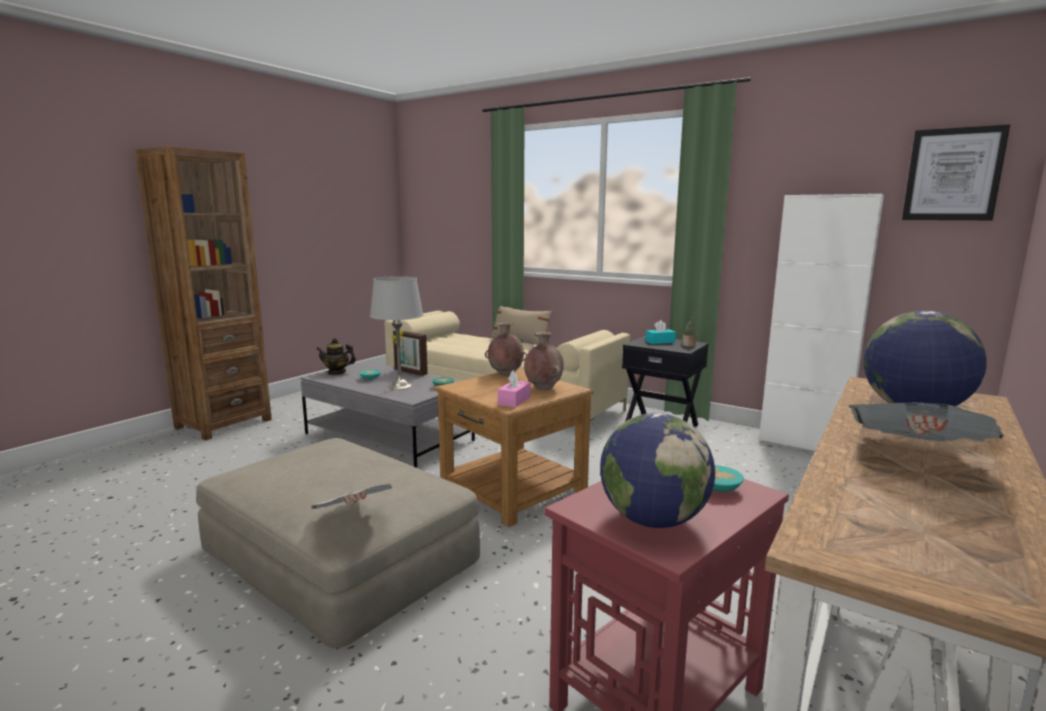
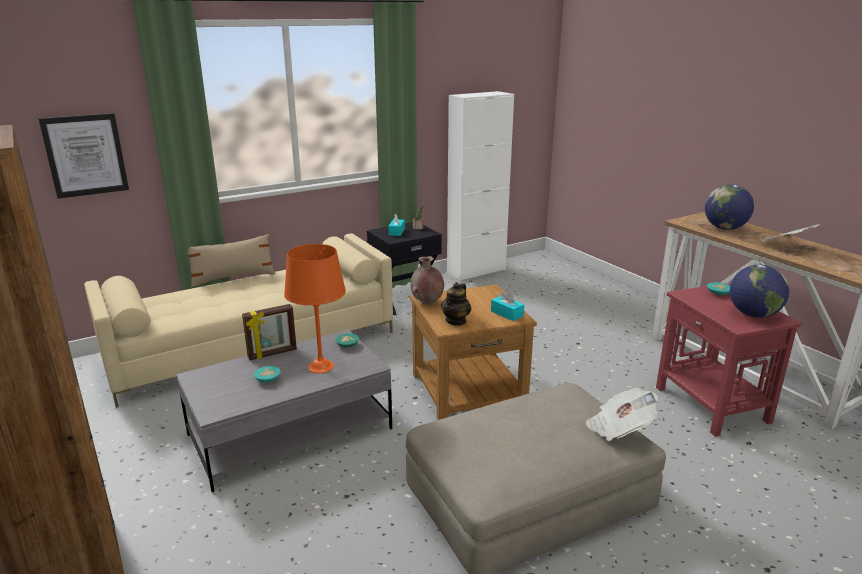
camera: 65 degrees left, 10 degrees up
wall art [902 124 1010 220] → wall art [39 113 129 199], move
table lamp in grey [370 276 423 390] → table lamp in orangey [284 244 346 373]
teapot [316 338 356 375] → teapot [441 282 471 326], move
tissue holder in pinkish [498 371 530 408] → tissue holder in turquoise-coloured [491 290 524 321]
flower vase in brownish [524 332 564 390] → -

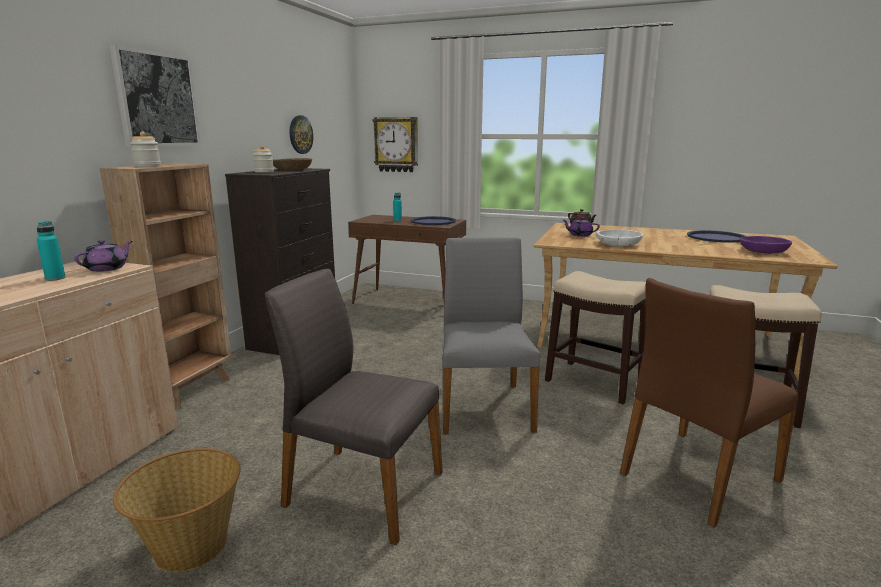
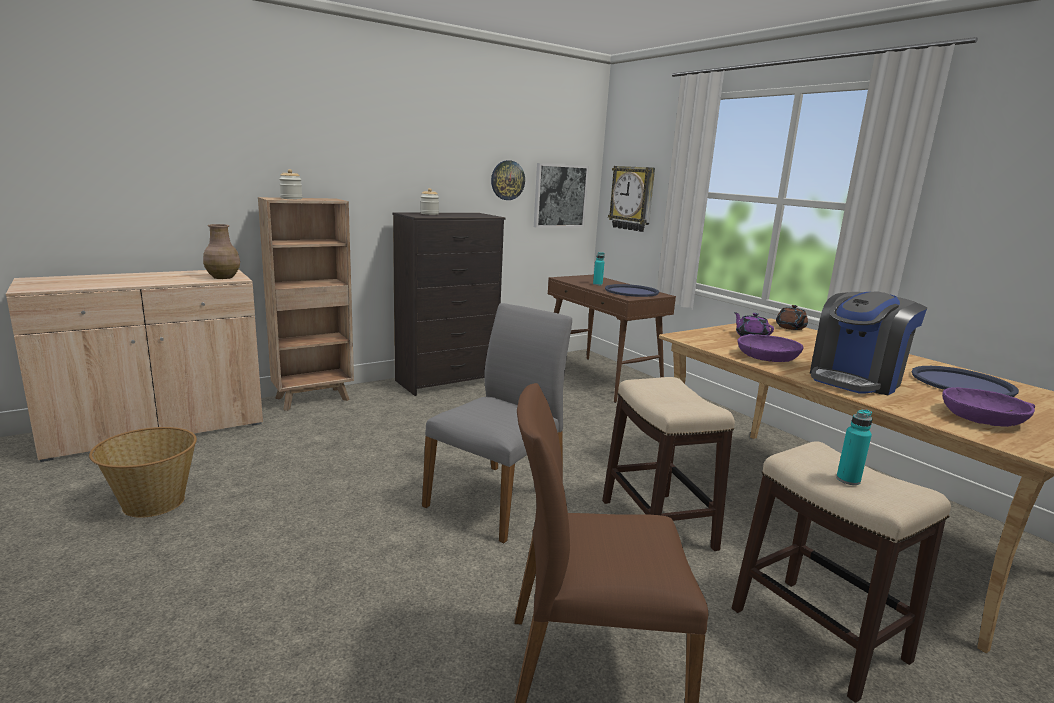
camera: 35 degrees right, 0 degrees up
teapot in purple-coloured [74 240 132 272] → flower vase in brownish [203 224 240 279]
wall art [109 45 201 147] → wall art [534 163 589 228], move
deep dish in white [596 229 643 246] → deep dish in purple-coloured [738 334 804 362]
- → coffee maker [810 291 928 395]
bottle in turquoise-coloured [37 221 66 281] → bottle in turquoise-coloured [836 409 872 485], move
plain chair in grey [265 269 443 545] → -
deep dish in brownish [273 158 312 170] → -

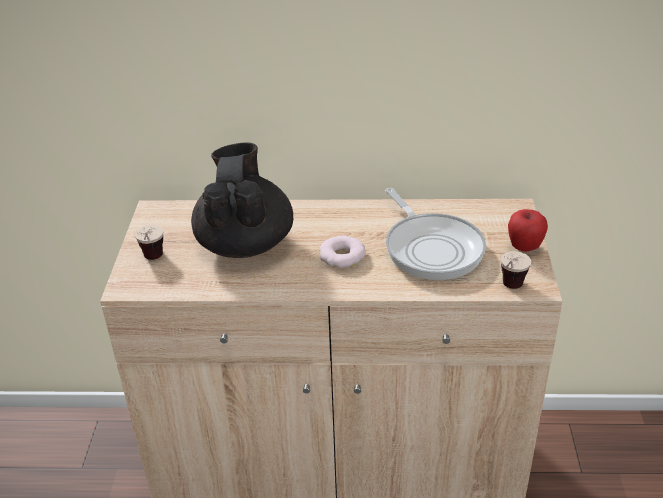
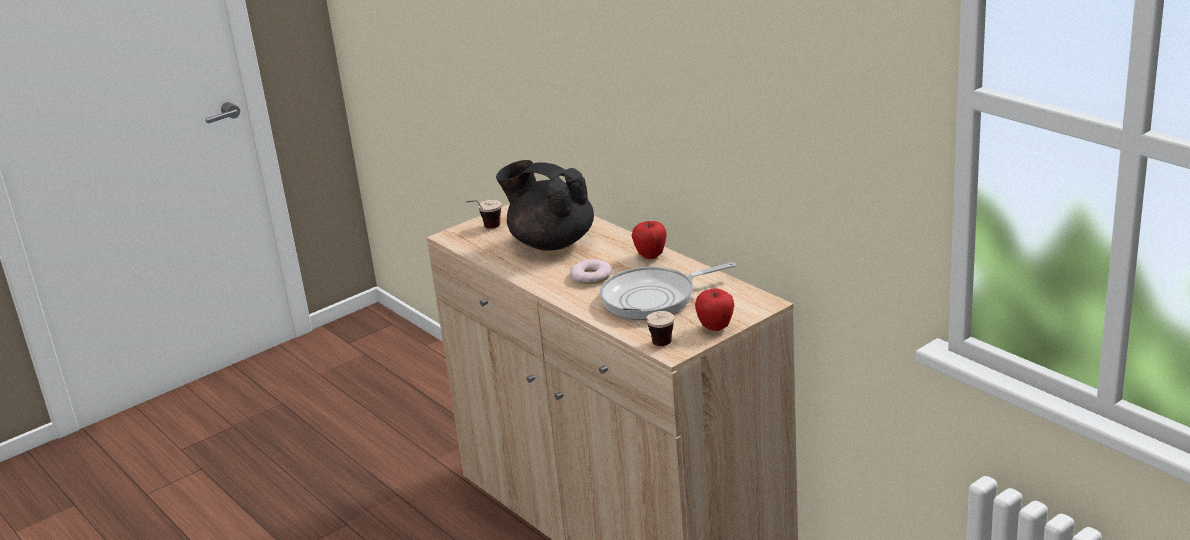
camera: 50 degrees right, 10 degrees down
teapot in black [191 142 293 258] → teapot in black [496 160 594 251], 105 degrees counterclockwise
pan [385 188 486 280] → pan [600 262 736 320], 45 degrees clockwise
- → apple [632 221 667 259]

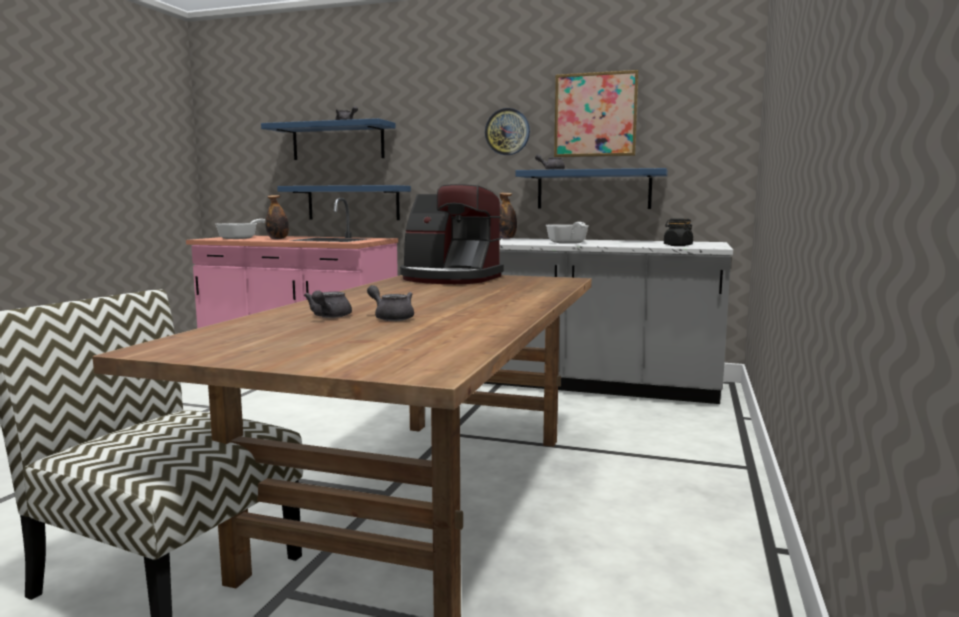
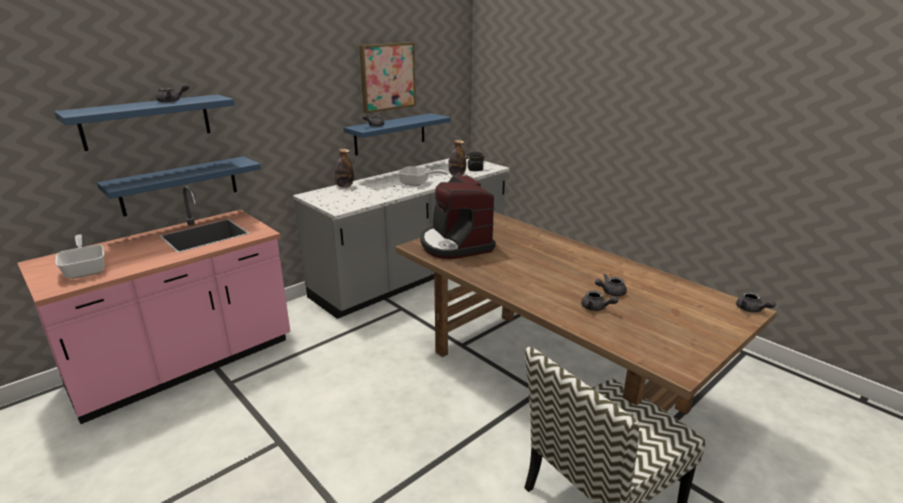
camera: 60 degrees left, 15 degrees up
coffee maker [400 184 504 284] → coffee maker [420 175 496 259], 105 degrees clockwise
bottle [265 195 289 239] → bottle [448 140 466 176], move
- → teapot in grey [736 292 776 312]
hanging clock [485 108 530 155] → -

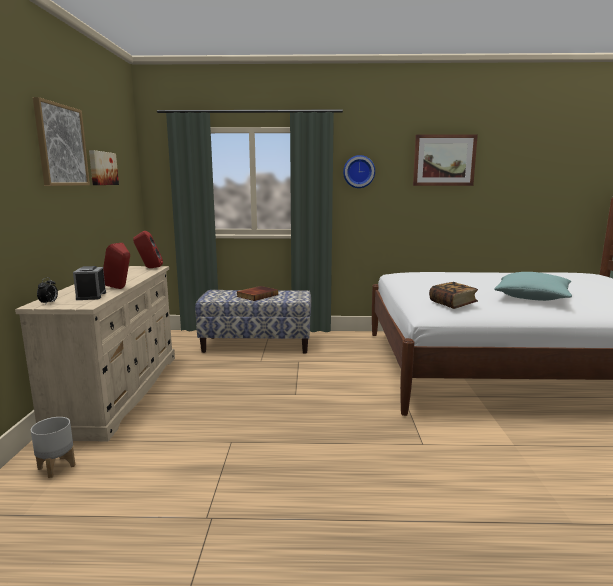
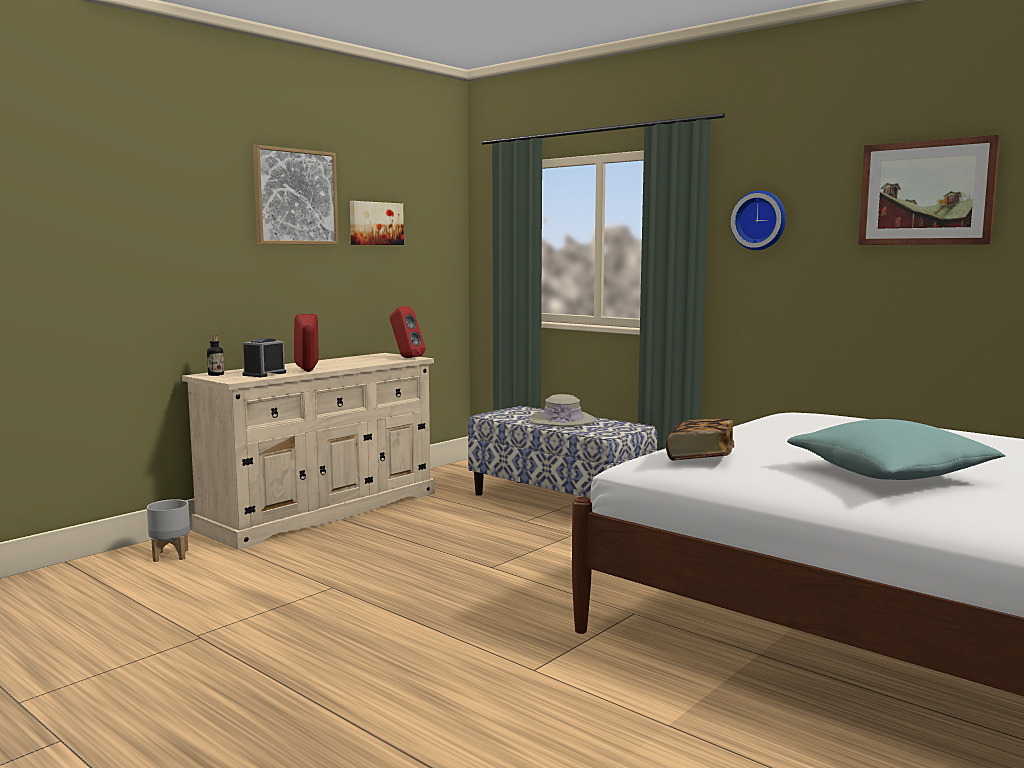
camera: 40 degrees right, 5 degrees down
alarm clock [37 277 58 305] → bottle [207 335 224 376]
volume [236 286 278 301] → hat in sand-coloured [529 394 596 426]

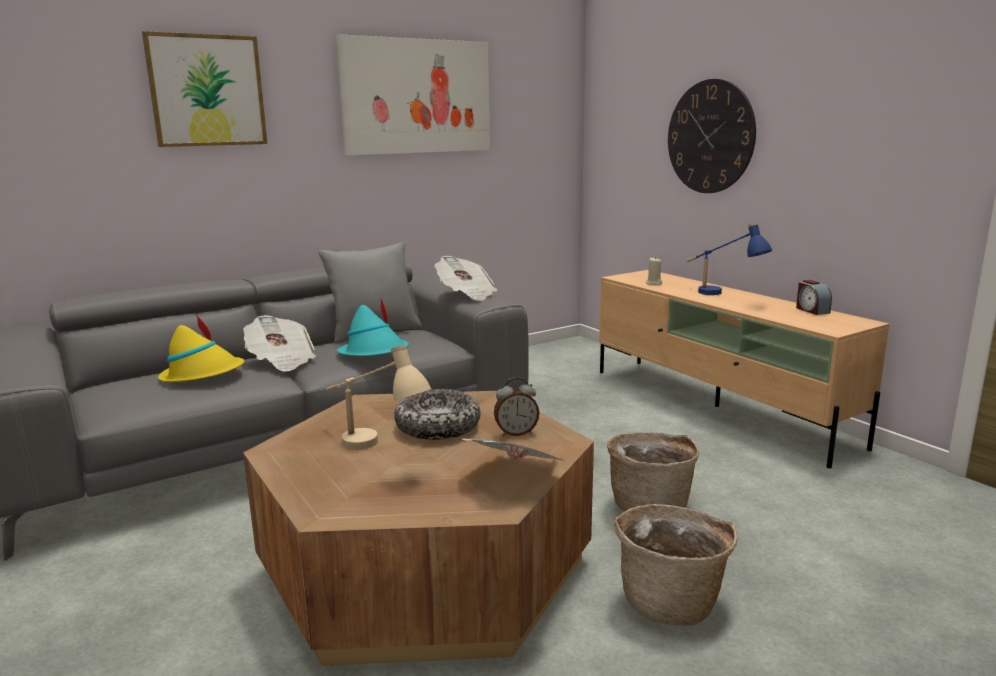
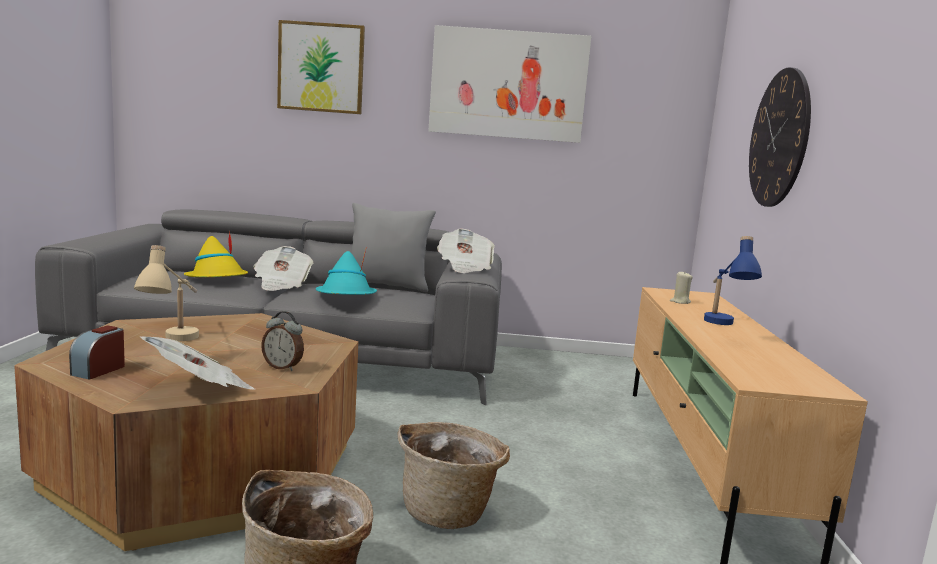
camera: 35 degrees right, 5 degrees down
alarm clock [796 280 832 315] → alarm clock [69 325 125 380], move
deep dish [394 389 481 440] → -

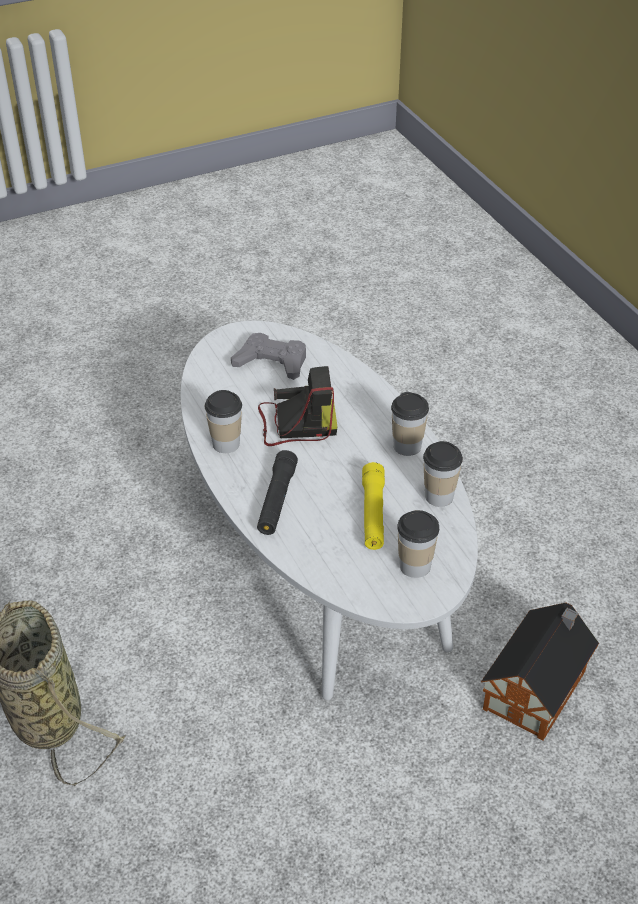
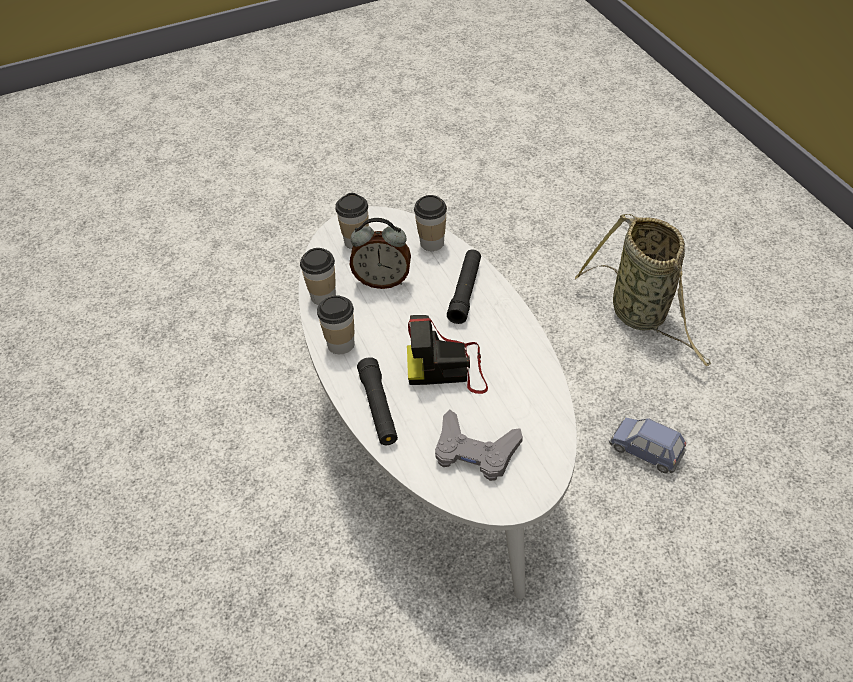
camera: 175 degrees left, 5 degrees up
flashlight in yellow-coloured [362 462 385 550] → alarm clock [350 218 411 289]
- → flashlight in black [357 357 398 445]
small cup [205 390 242 453] → small cup [414 195 447 251], move
- → miniature car in blue-coloured [609 418 687 473]
miniature house [481 603 599 740] → -

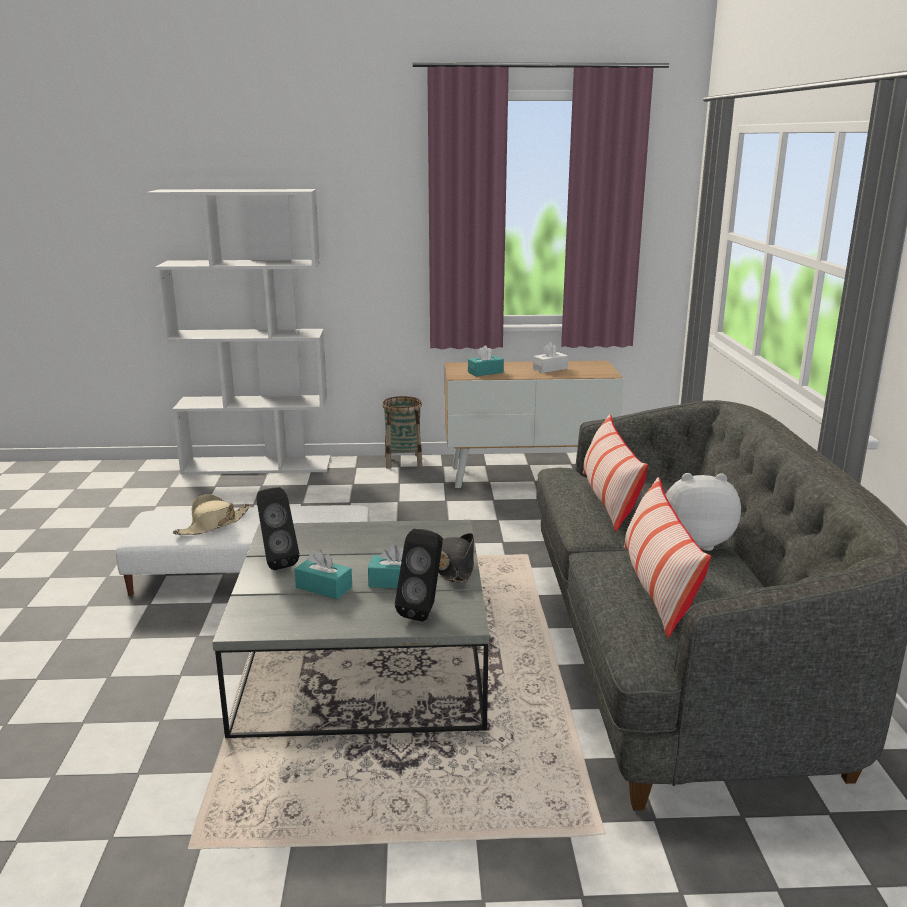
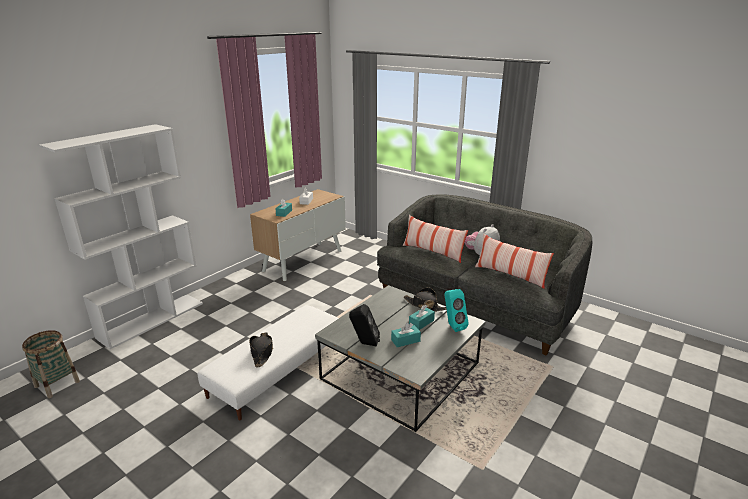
camera: 50 degrees left, 5 degrees up
household basket [382 396 423 469] → household basket [22 330 80 398], move
hat in sand-coloured [173 494 251 535] → hat in black [249 332 273 368]
loudspeaker in black [395 529 443 622] → loudspeaker in turquoise-coloured [445 289 469 332]

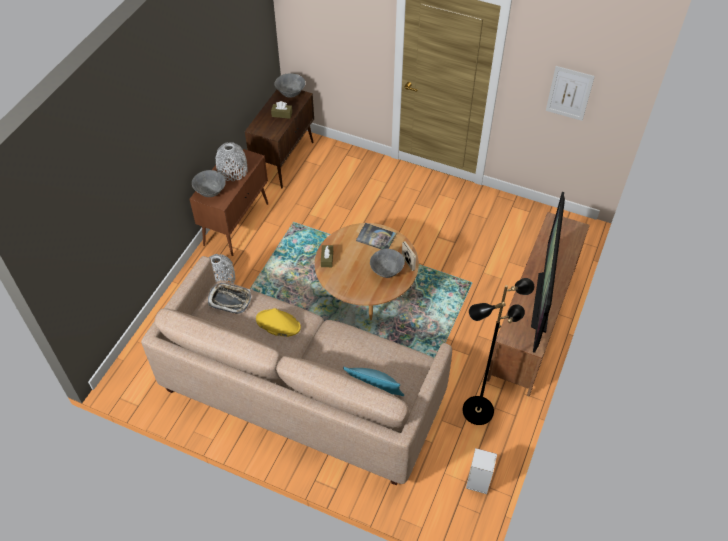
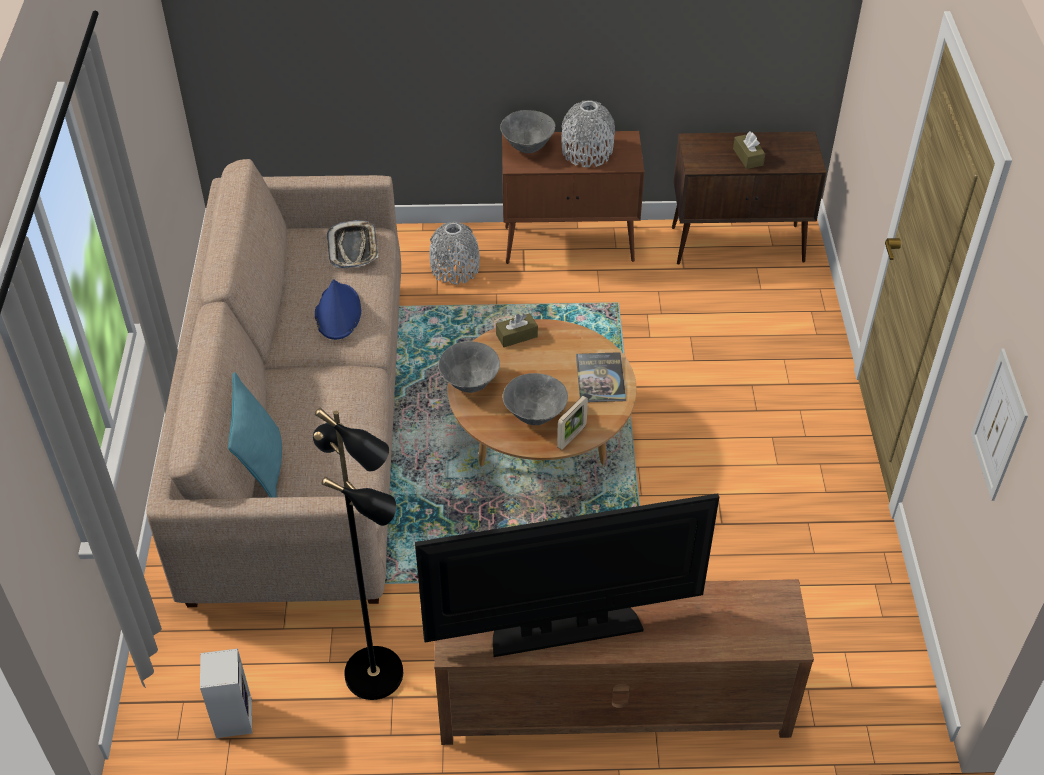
camera: 65 degrees right, 5 degrees down
hat in yellow-coloured [256 308 301 337] → hat in blue-coloured [315 279 361 340]
deep dish in grey [275 73 306 98] → deep dish in grey [438 341 500 393], move

